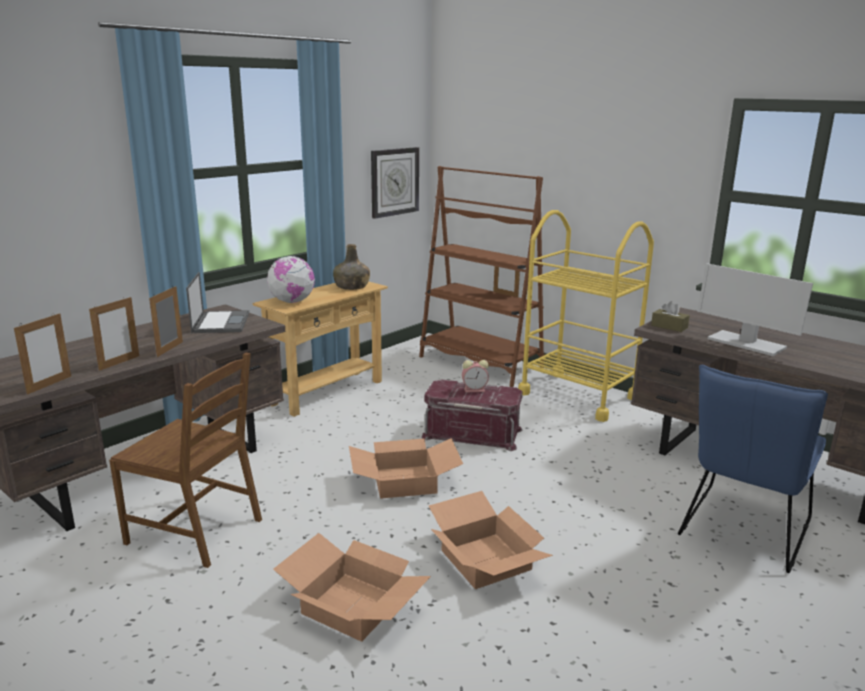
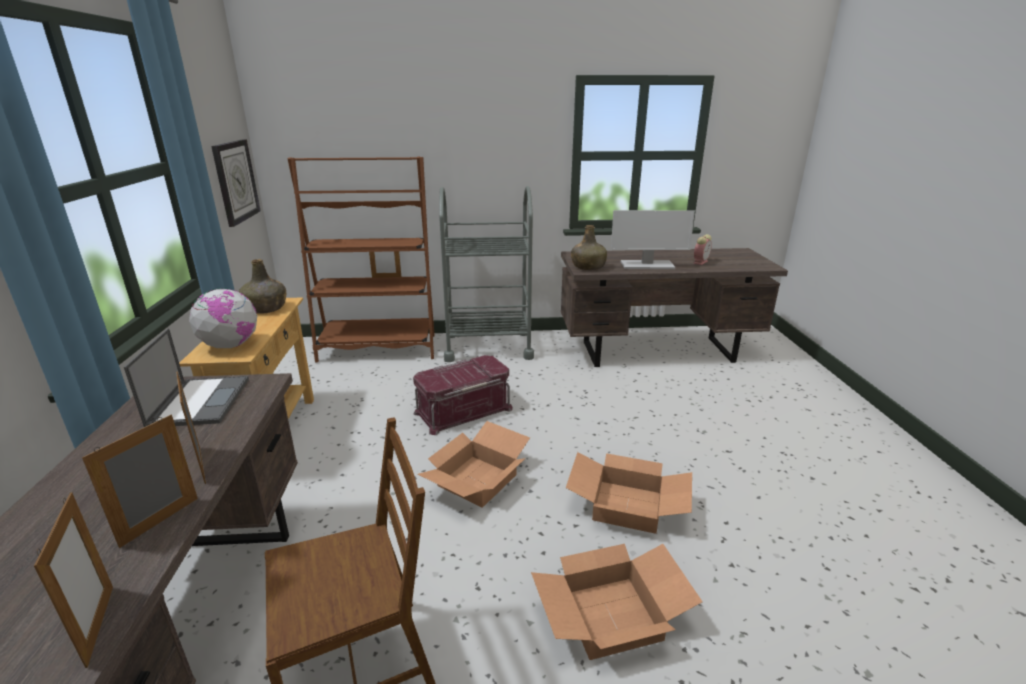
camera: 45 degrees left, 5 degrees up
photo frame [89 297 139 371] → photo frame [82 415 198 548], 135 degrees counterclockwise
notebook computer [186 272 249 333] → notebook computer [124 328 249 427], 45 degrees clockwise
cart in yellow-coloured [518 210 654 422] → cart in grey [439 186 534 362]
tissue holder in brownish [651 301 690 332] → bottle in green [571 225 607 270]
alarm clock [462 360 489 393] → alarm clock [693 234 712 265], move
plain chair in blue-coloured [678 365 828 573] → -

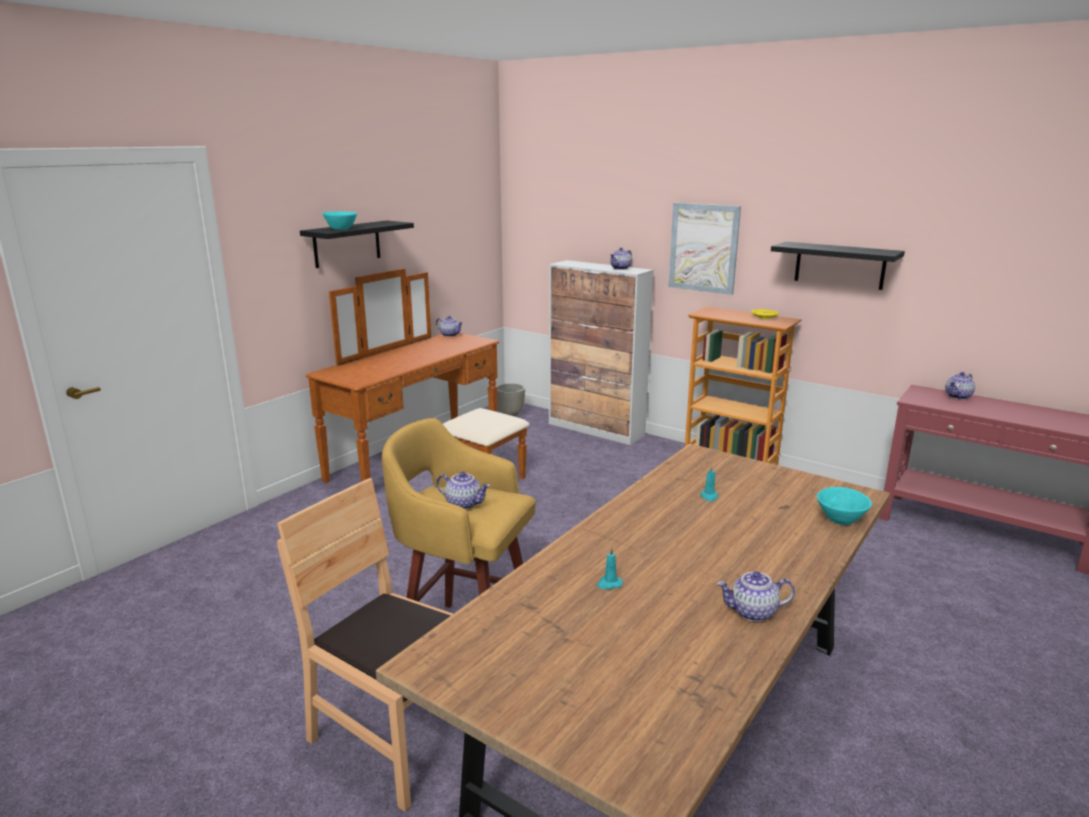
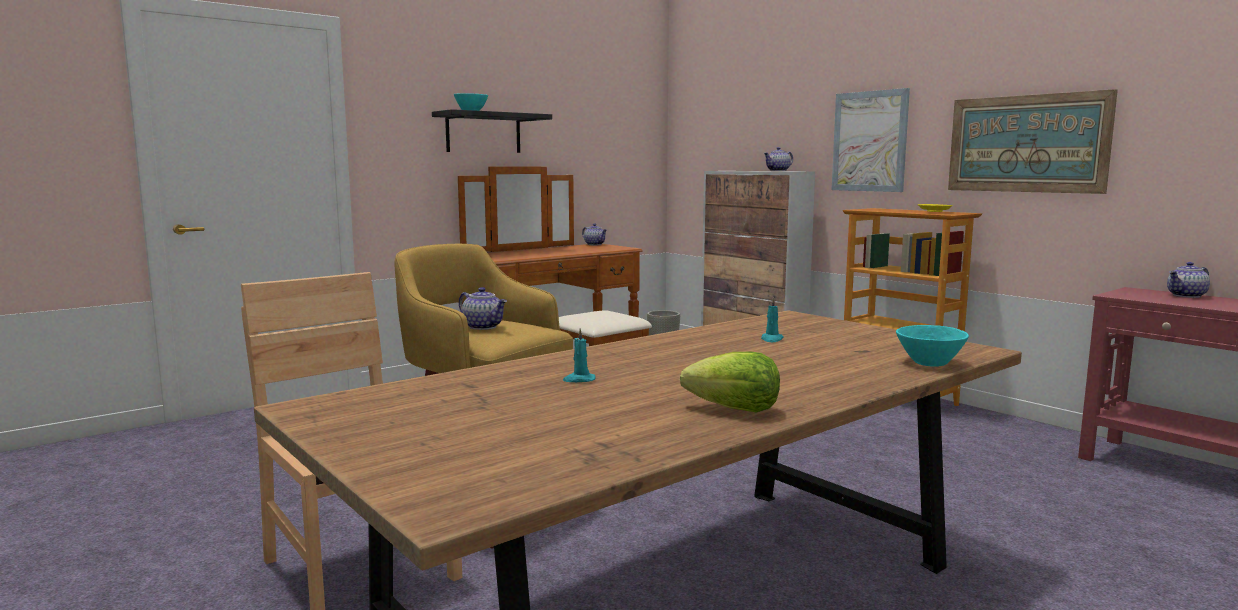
camera: 15 degrees right, 10 degrees down
teapot [717 571 795 622] → lettuce head [680 352 780 412]
bracket shelf in black [771 242 905 290] → wall art [948 89 1118 194]

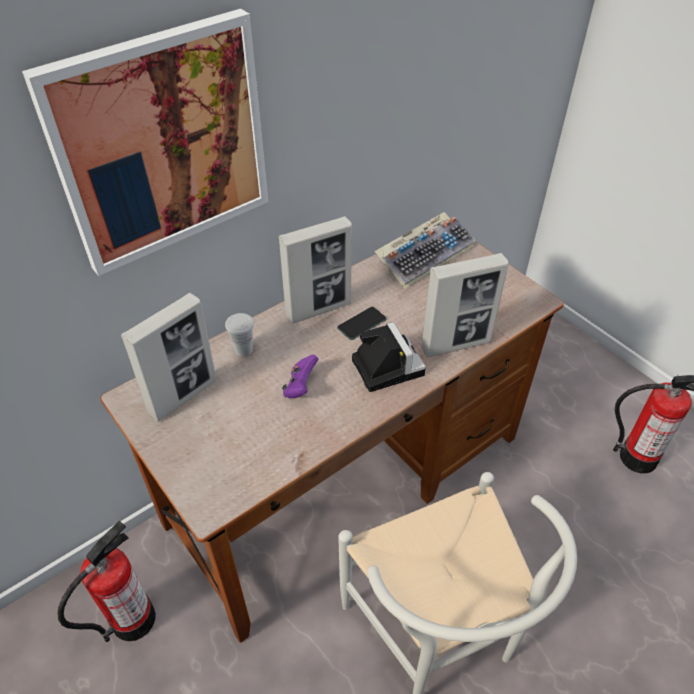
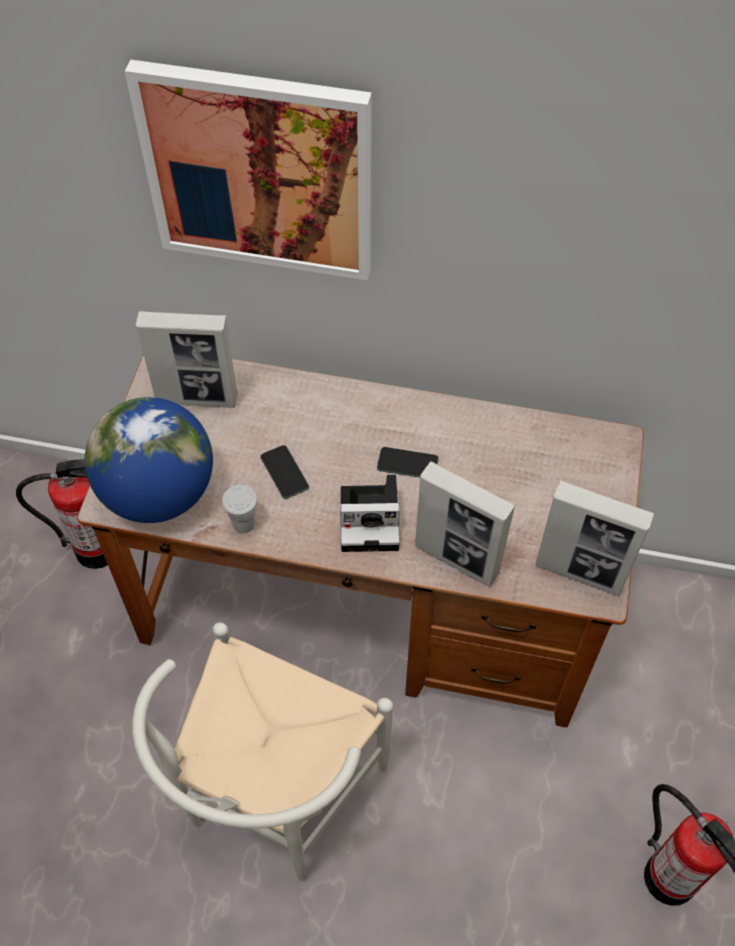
camera: 50 degrees right, 10 degrees up
- → desk globe [85 397 213 523]
small cup in white [225 313 254 357] → small cup in white [222 485 257 534], move
joypad in purple-coloured [282 355 319 398] → telephone [260 445 309 499]
still camera [352 322 426 392] → still camera [340 475 400 552], 60 degrees clockwise
photo frame [279 216 352 324] → photo frame [535 480 654 596], move
keyboard [375 212 475 289] → -

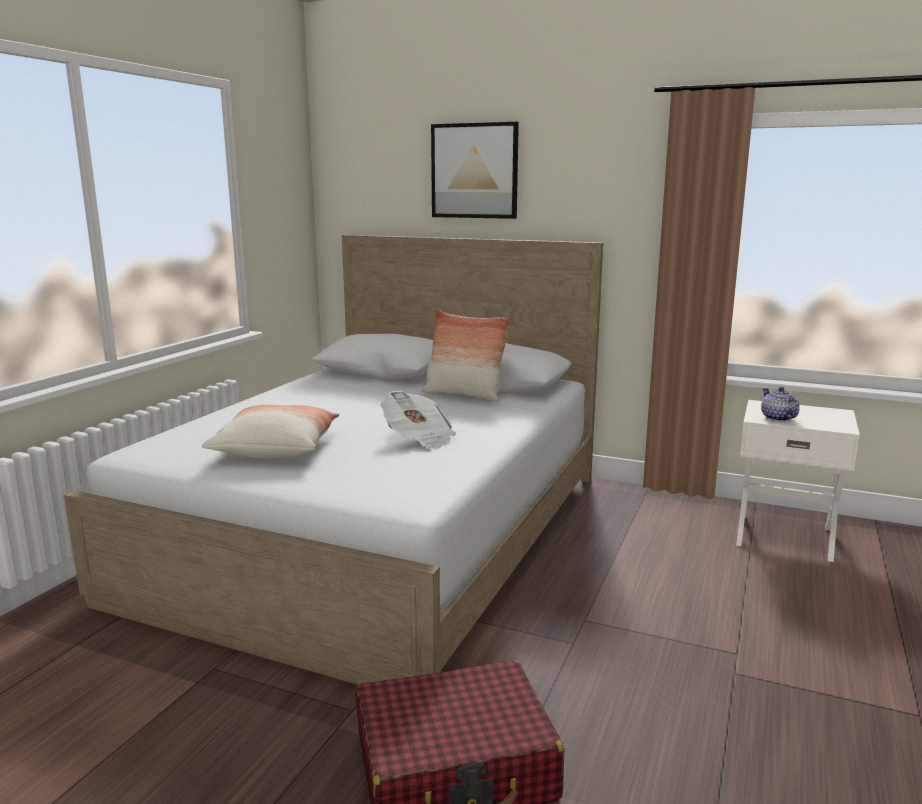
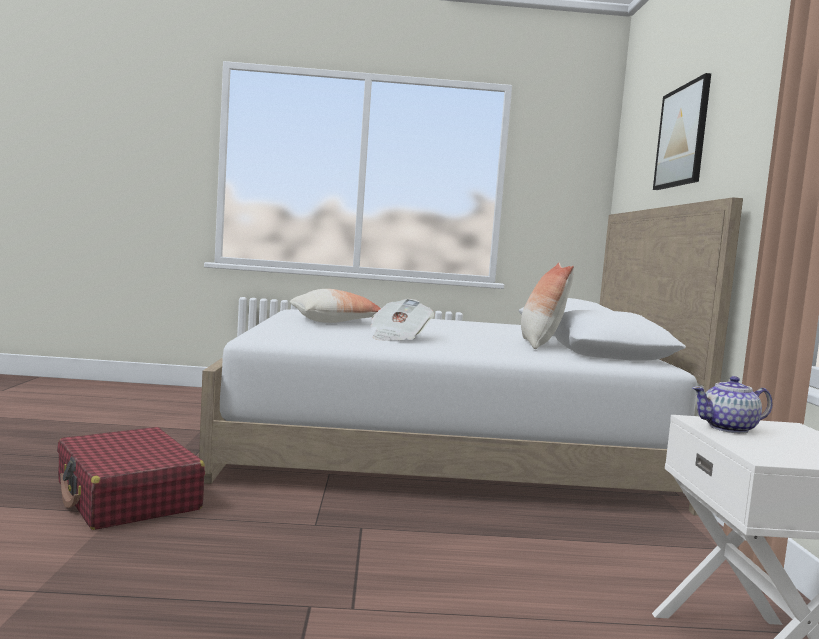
camera: 65 degrees right, 10 degrees down
teapot [761 387 800 421] → teapot [692 376 772 434], 150 degrees counterclockwise

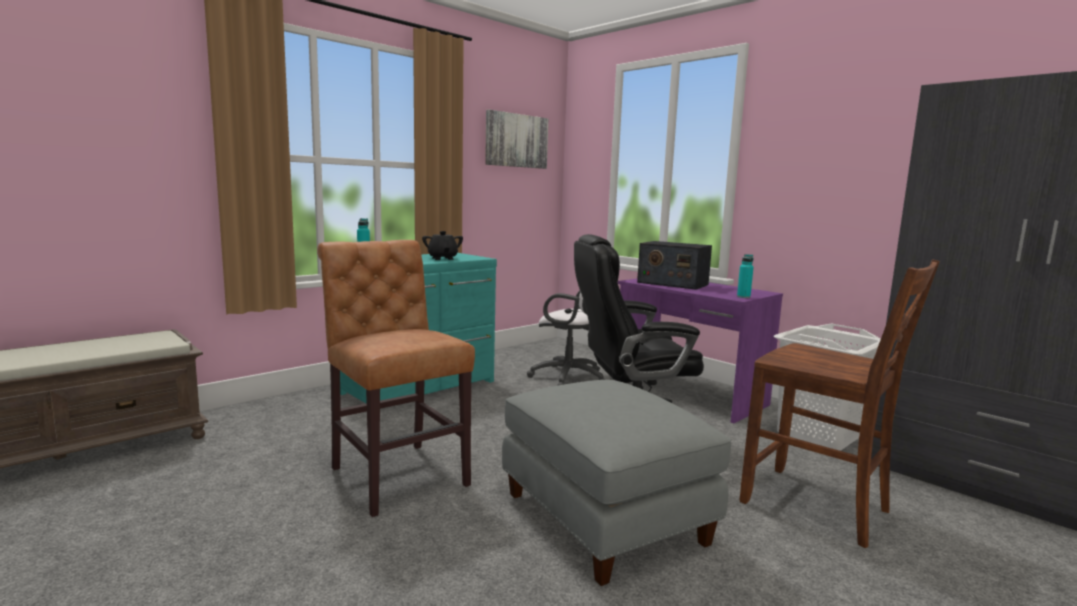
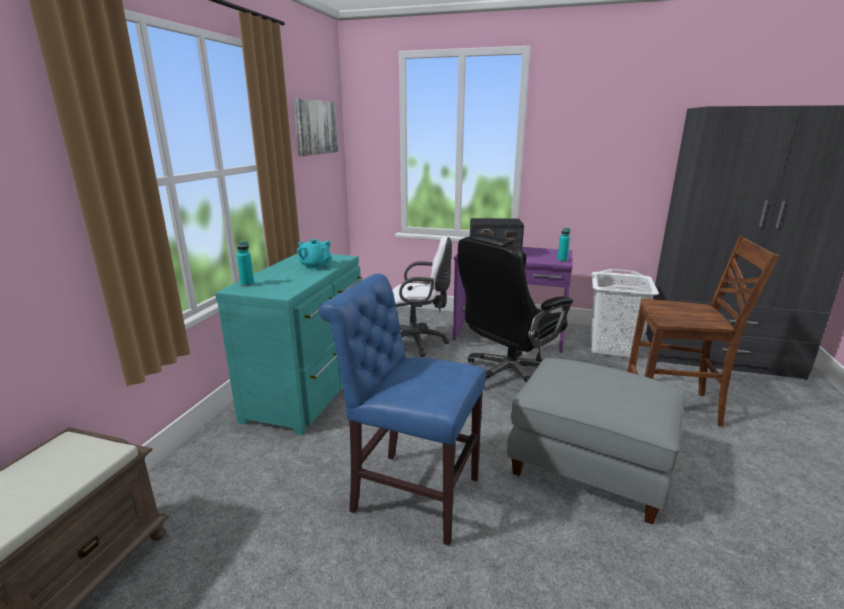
camera: 30 degrees left, 10 degrees up
teapot in black [422 231 463 260] → teapot in turquoise-coloured [297 239 331 270]
plain chair in brownish [317 240 475 517] → plain chair in blue-coloured [319 274 486 546]

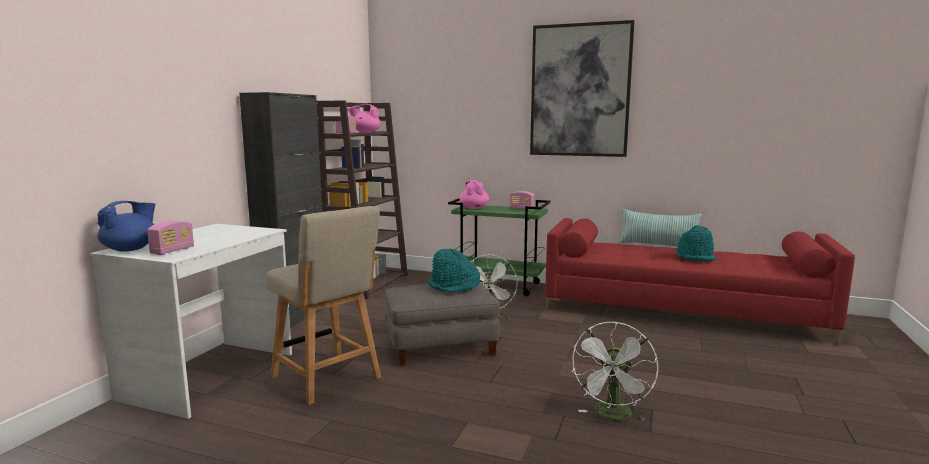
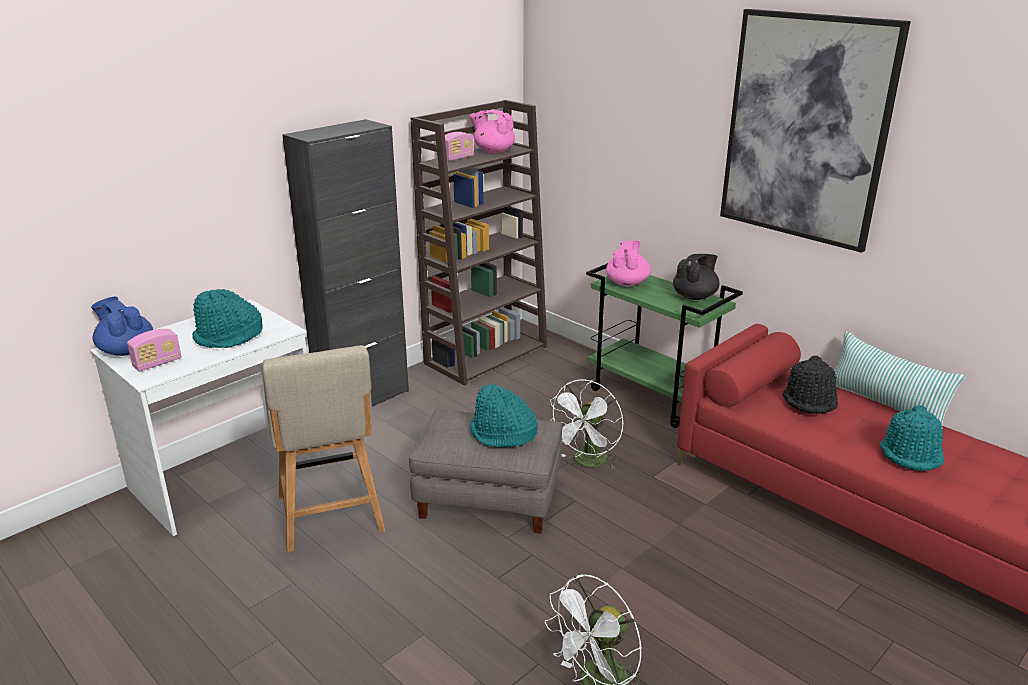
camera: 25 degrees right, 15 degrees up
teapot in blue-coloured [97 201 156 252] → teapot in blue-coloured [91 297 153 356], 105 degrees counterclockwise
- → hat in turquoise-coloured [192 289 263 348]
radio receiver [510 191 534 210] → teapot in black [673 254 720 300]
- → hat in black [782 356 838 414]

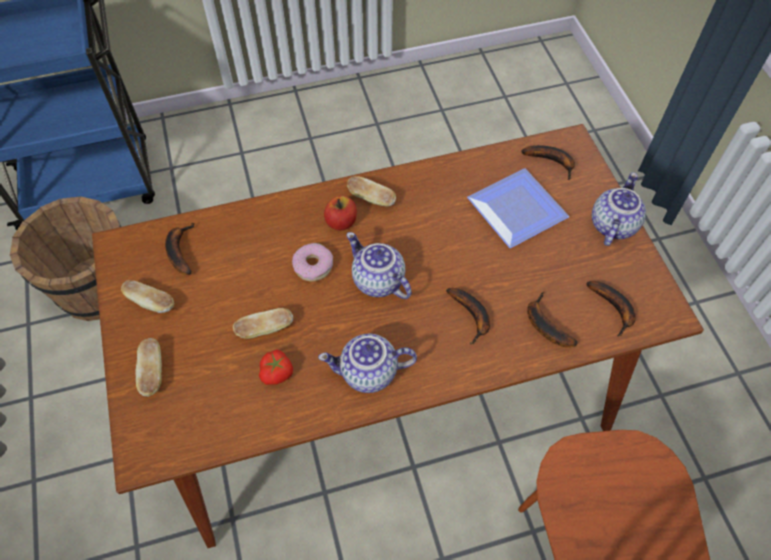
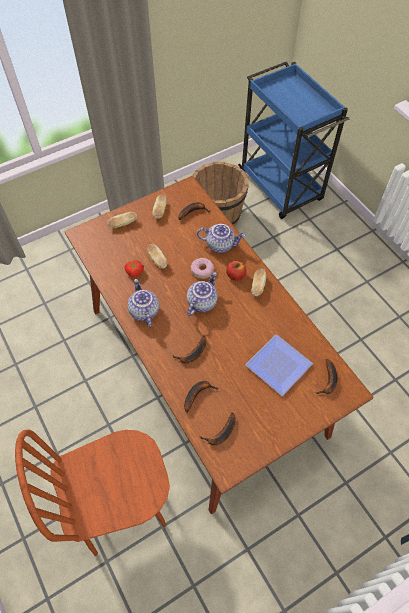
camera: 75 degrees right, 0 degrees up
teapot [592 172 646 246] → teapot [197 224 245 253], move

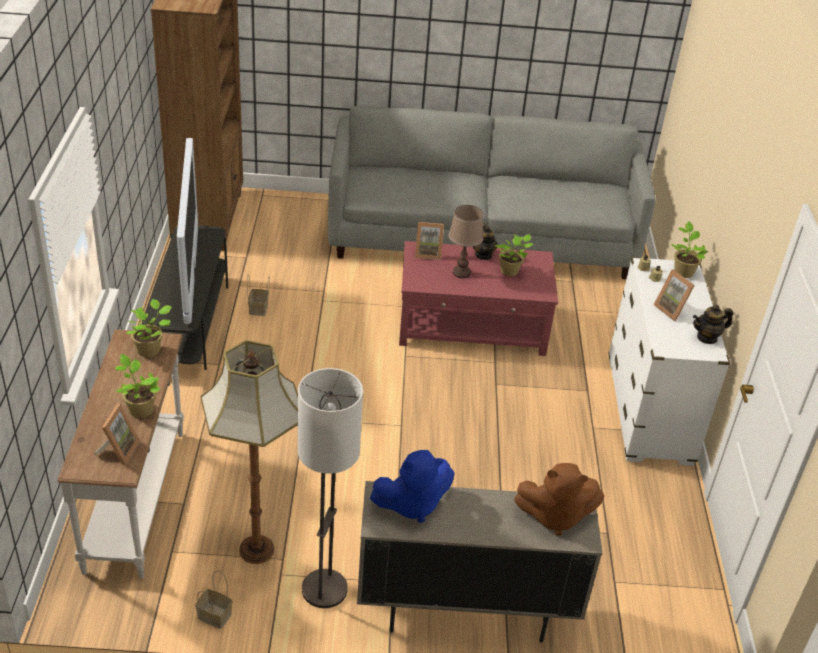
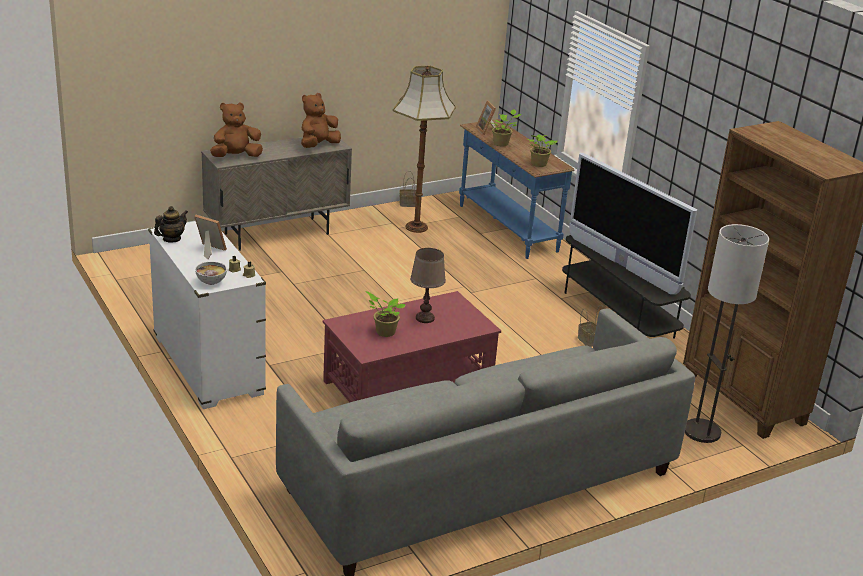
camera: 150 degrees right, 10 degrees down
plant in a pot [671 221 708 278] → deep dish [195 262 227 285]
soft toy in blue-coloured [370 450 455 523] → soft toy in brownish [301 93 341 148]
console table in white [58 329 184 579] → console table in blue-coloured [459 119 575 259]
standard lamp [298 368 363 608] → standard lamp [685 224 769 443], move
photo frame [415 222 444 260] → -
teapot [473 223 498 260] → -

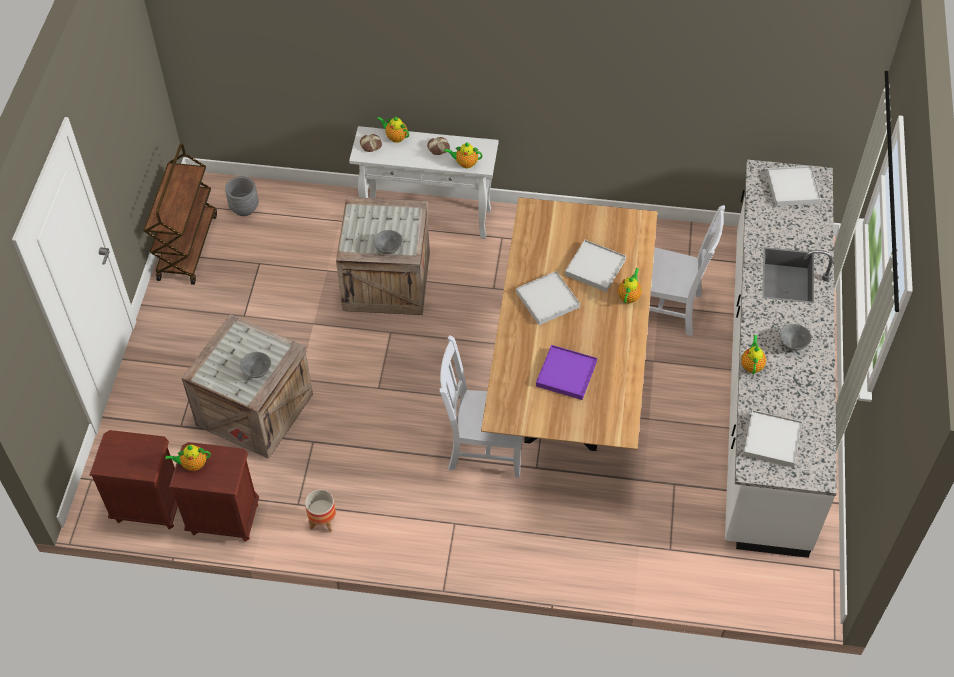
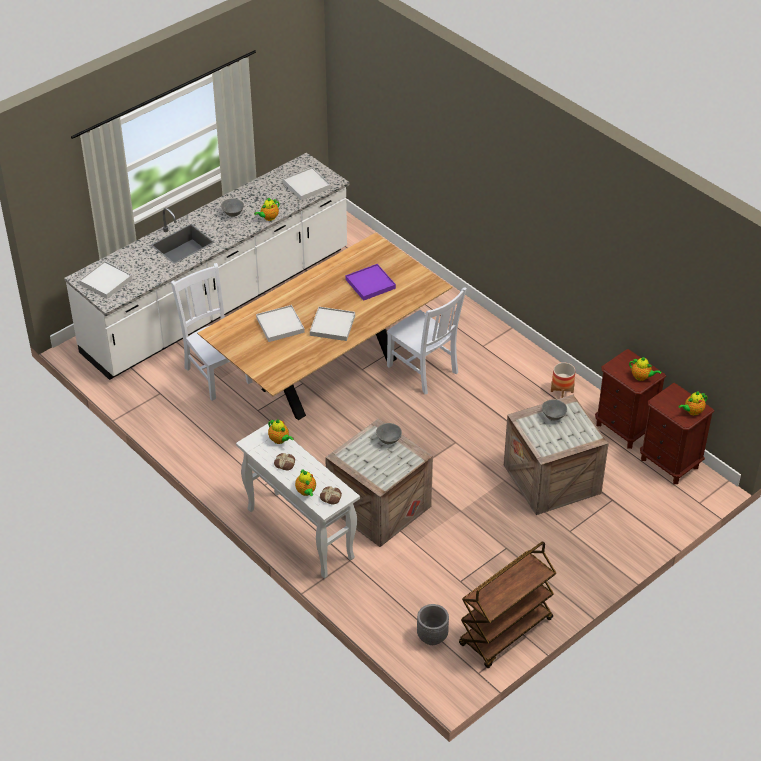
camera: 140 degrees left, 10 degrees down
teapot [618 268 642 303] → teapot [678 391 707 415], move

